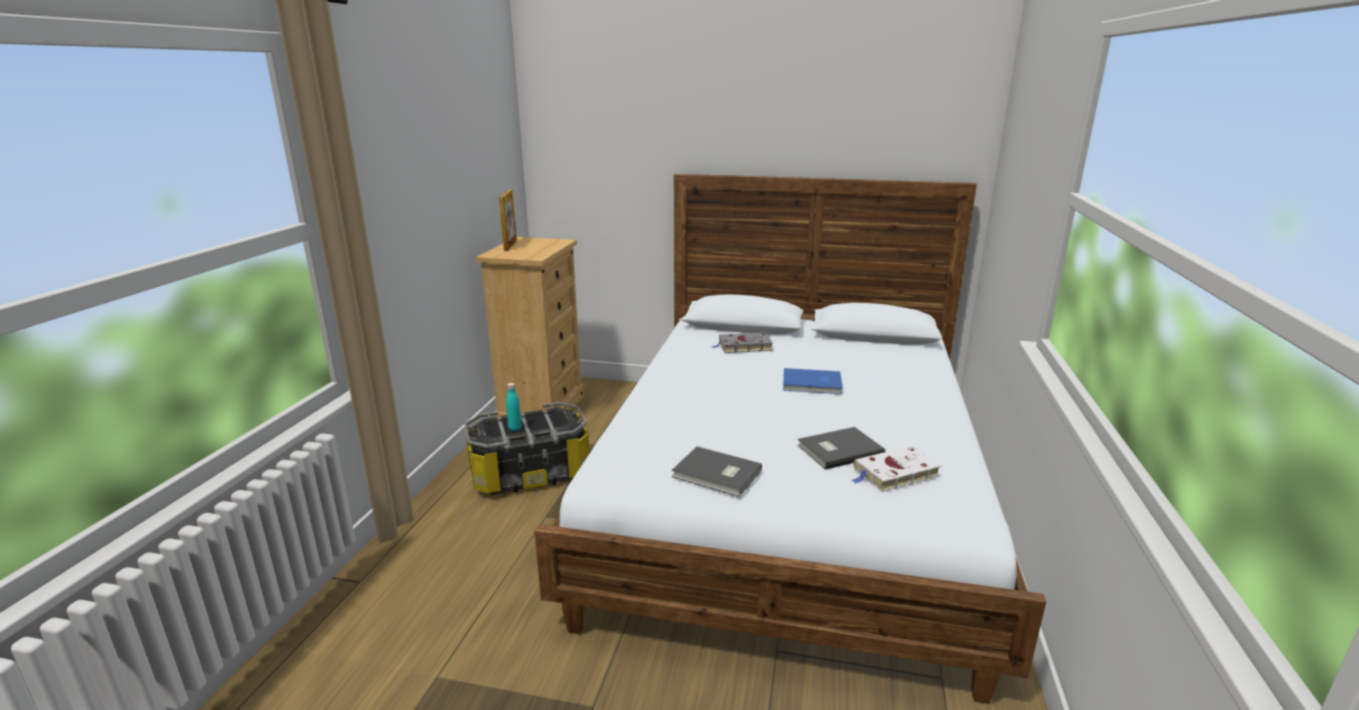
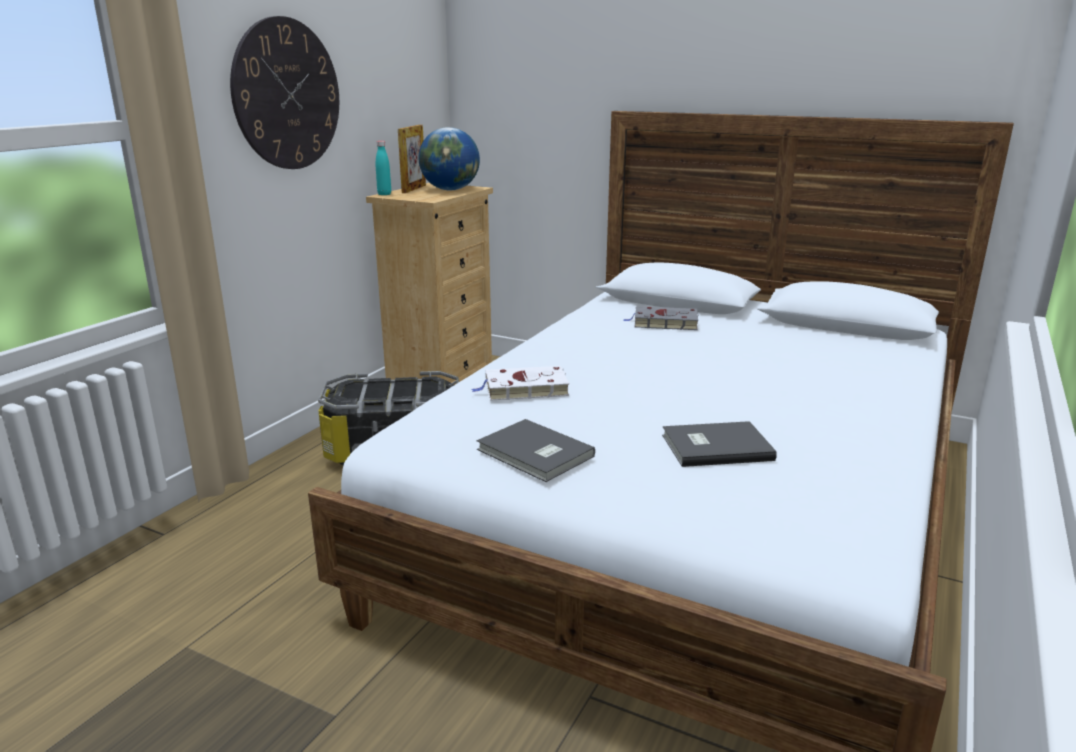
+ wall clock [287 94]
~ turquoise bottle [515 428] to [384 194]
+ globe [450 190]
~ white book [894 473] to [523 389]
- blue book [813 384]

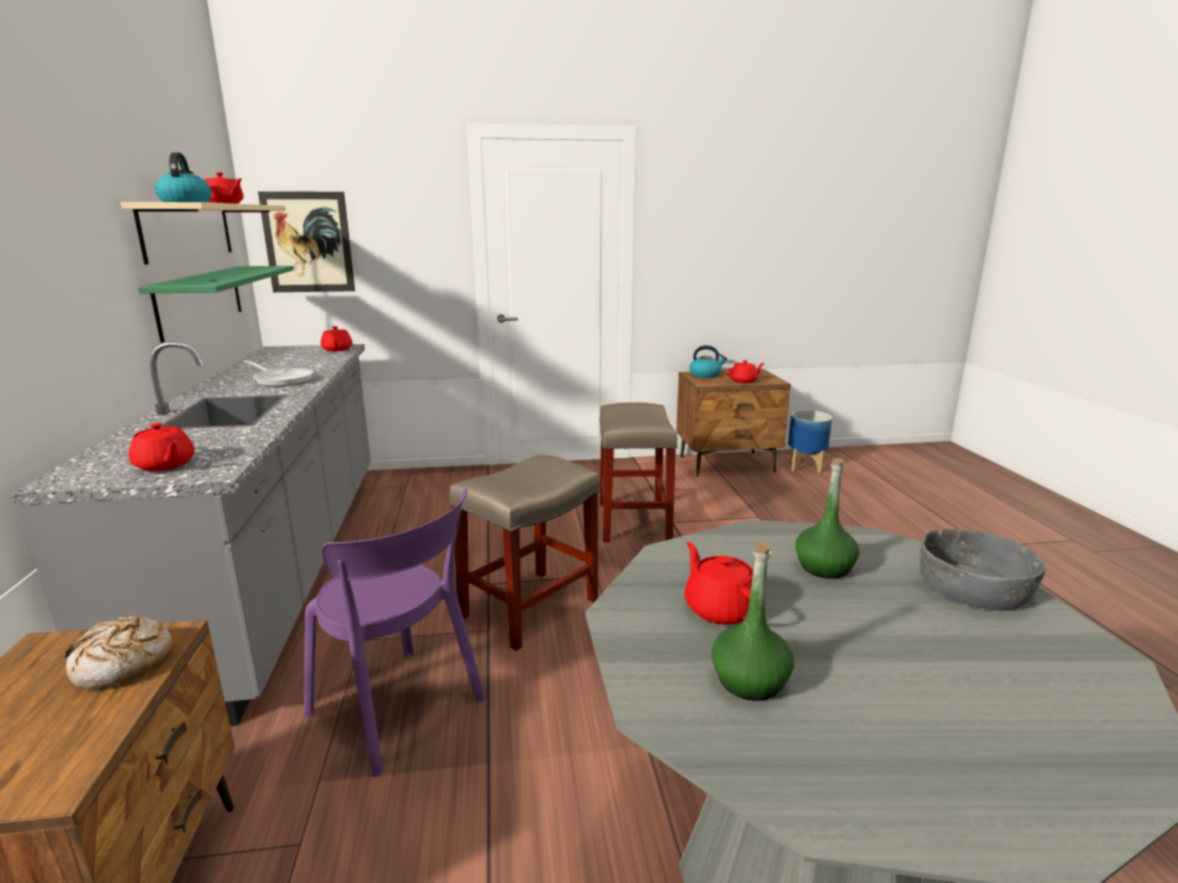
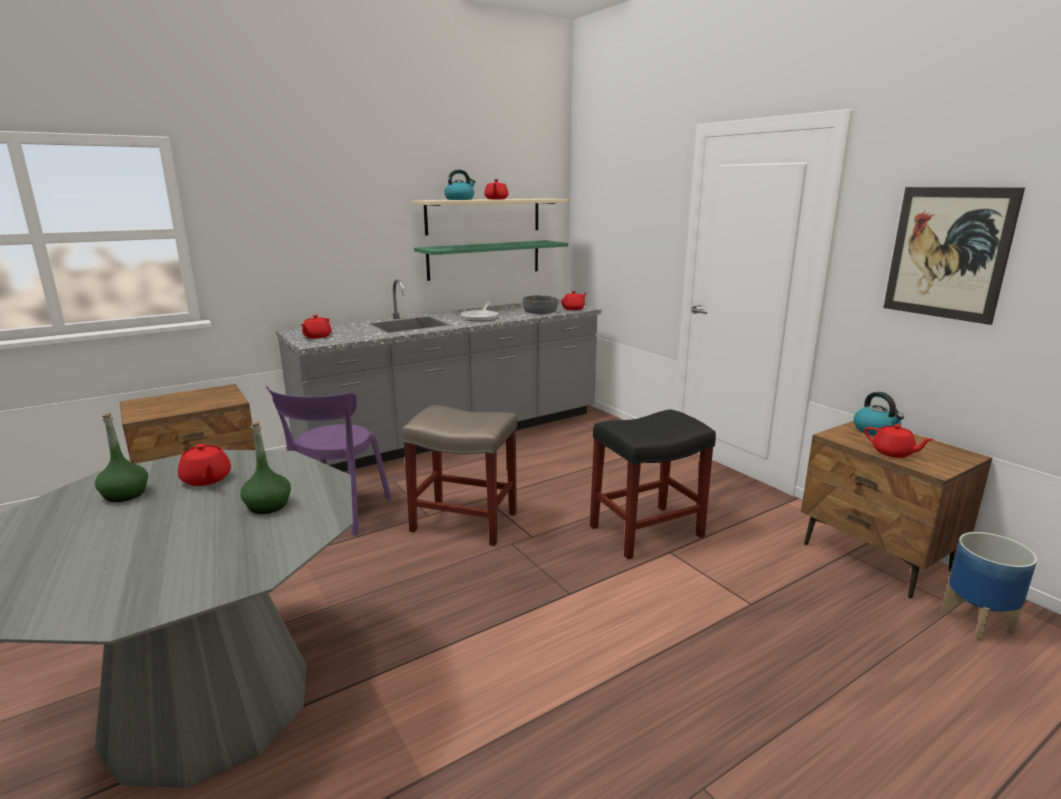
~ red teapot [720 609] = [206 479] 105 degrees clockwise
~ grey bowl [975 587] to [539 311]
~ beige stool [633 521] to black stool [647 530]
~ picture [308 242] to [947 253]
- bread [122 663]

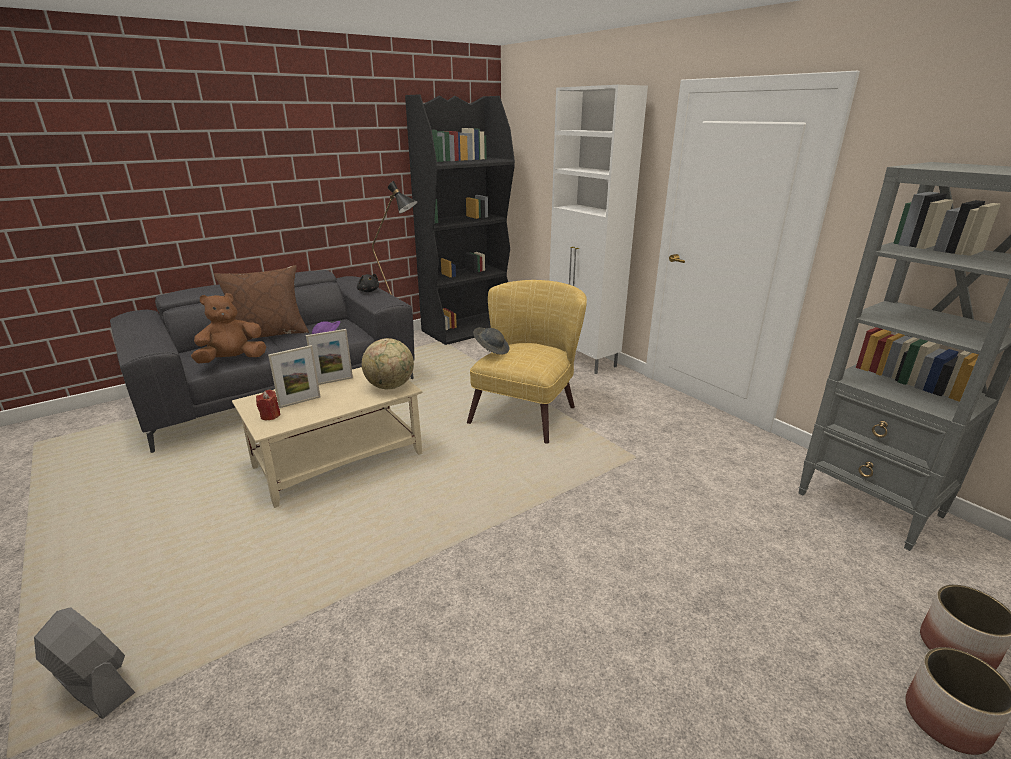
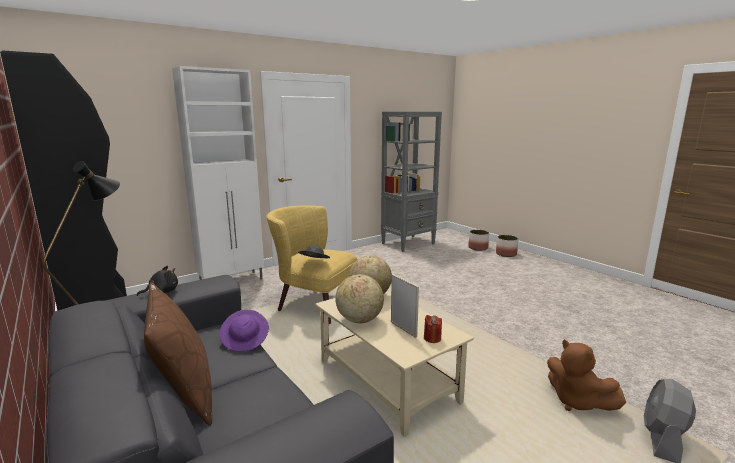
~ picture frame [333 381] to globe [359 320]
~ brown plush toy [232 360] to [576 401]

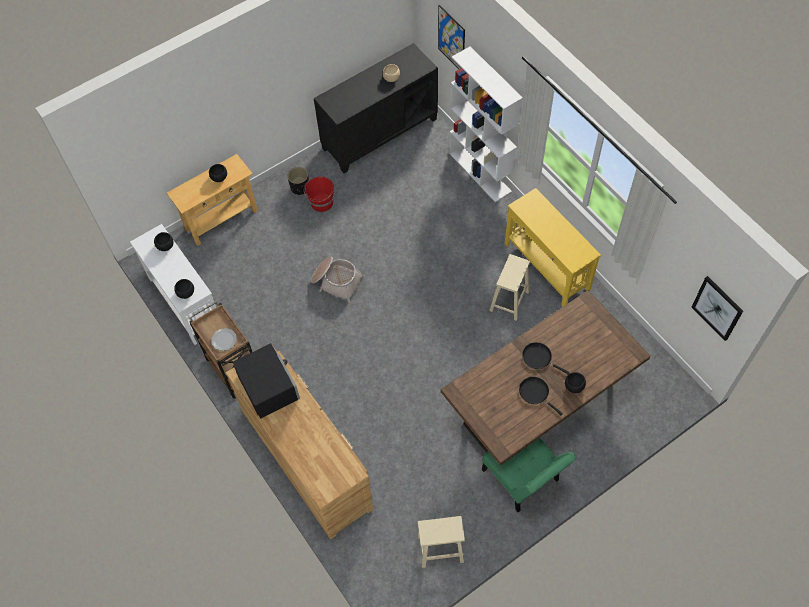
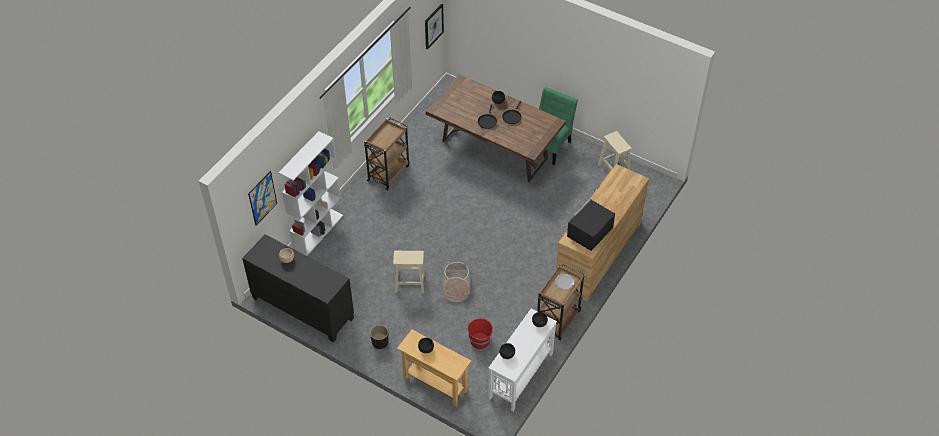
~ yellow console table [546 267] to brown cart [388 172]
~ beige stool [509 301] to [410 283]
~ red bucket [321 203] to [480 340]

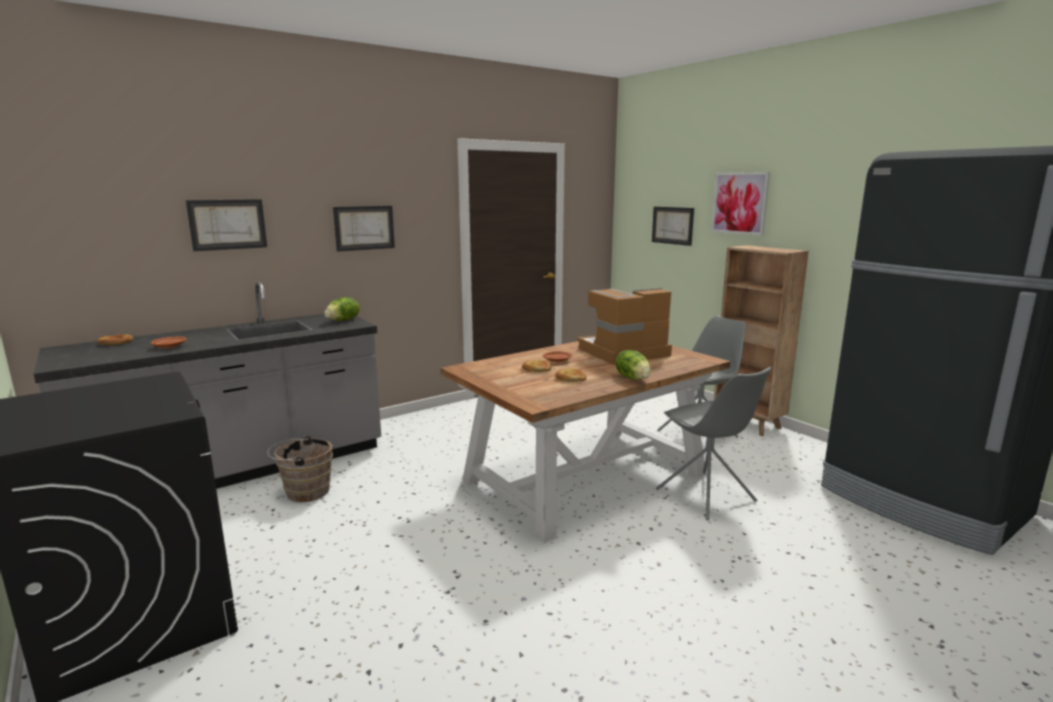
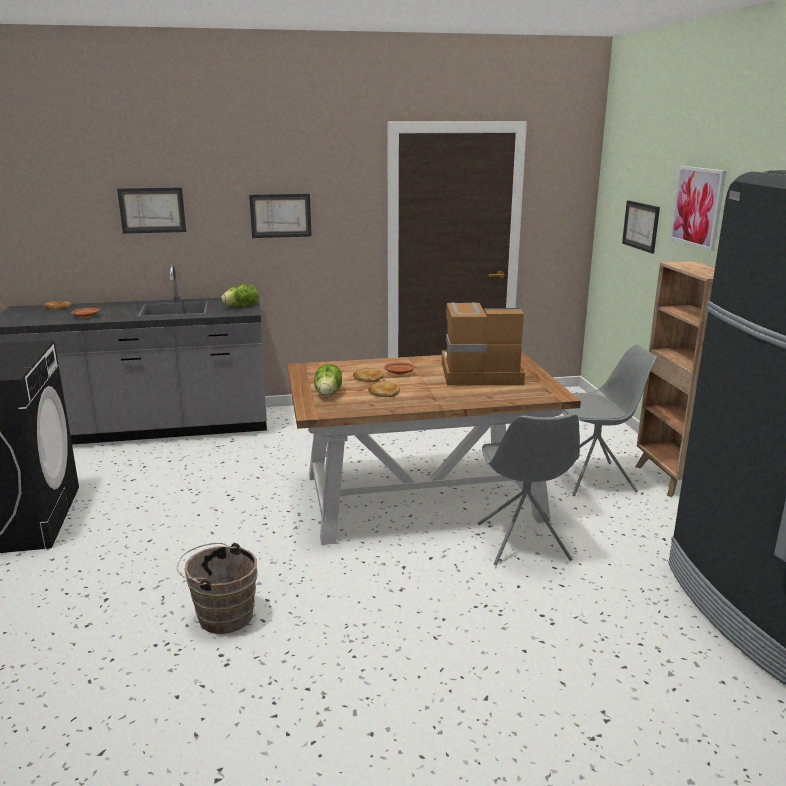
~ brown bucket [304 492] to [221 615]
~ lettuce [633 378] to [329 393]

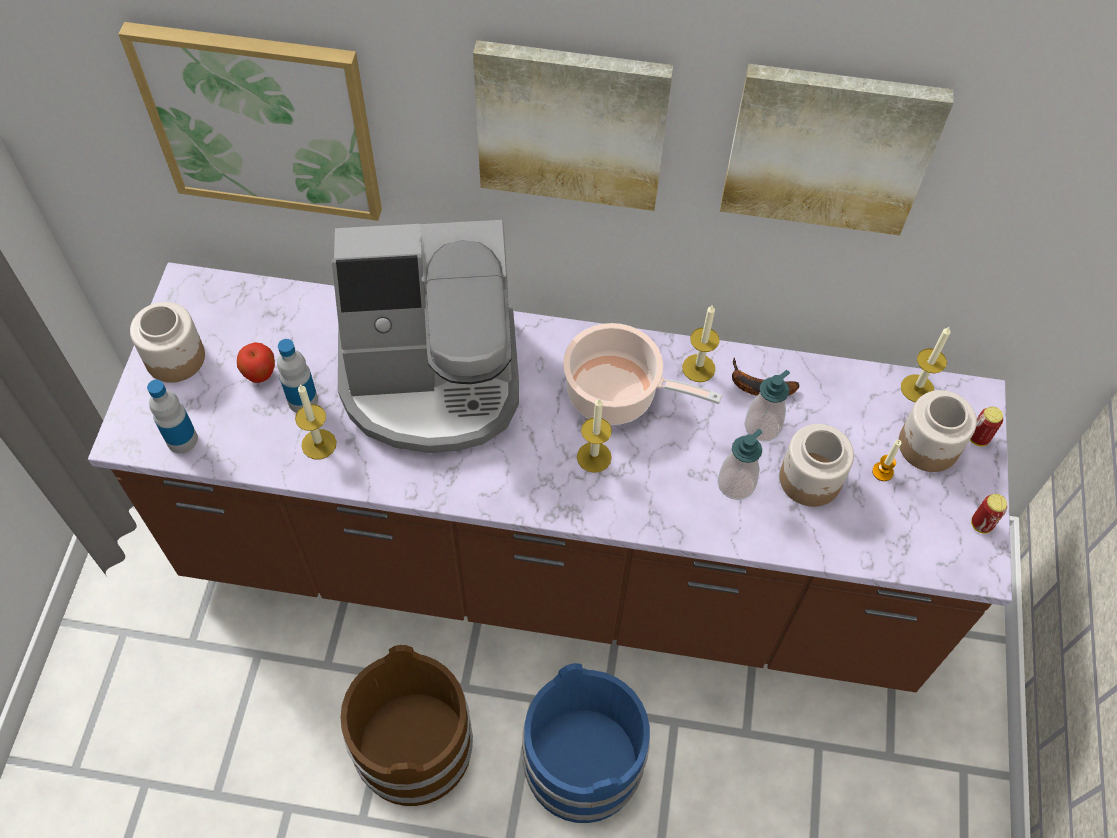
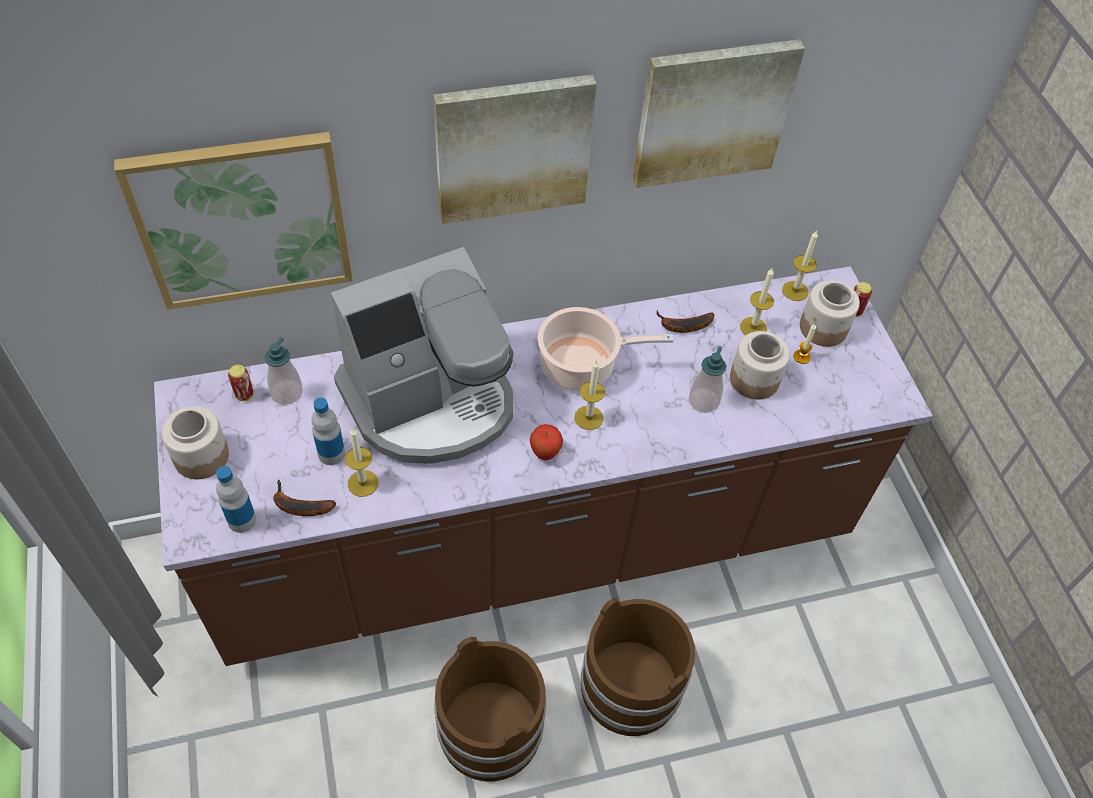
~ can [981 524] to [244 395]
~ soap dispenser [762 426] to [287 393]
+ banana [298 506]
~ apple [260 375] to [545 453]
~ blue bucket [583 764] to brown bucket [631 687]
~ candle [698 368] to [753 327]

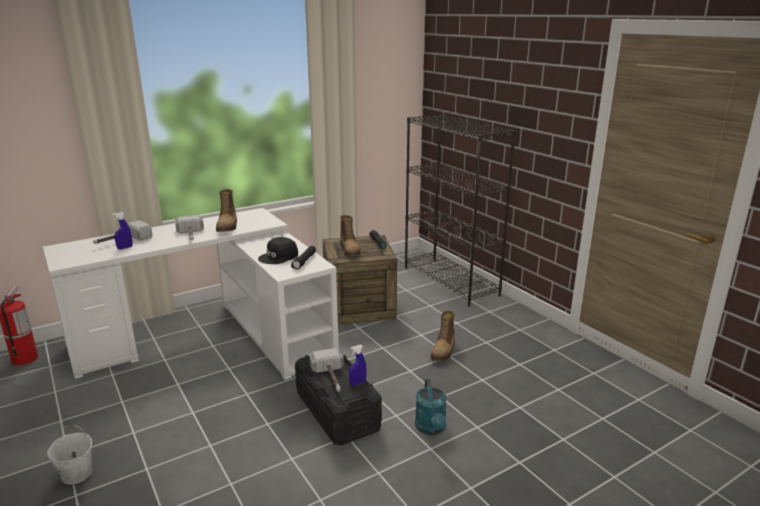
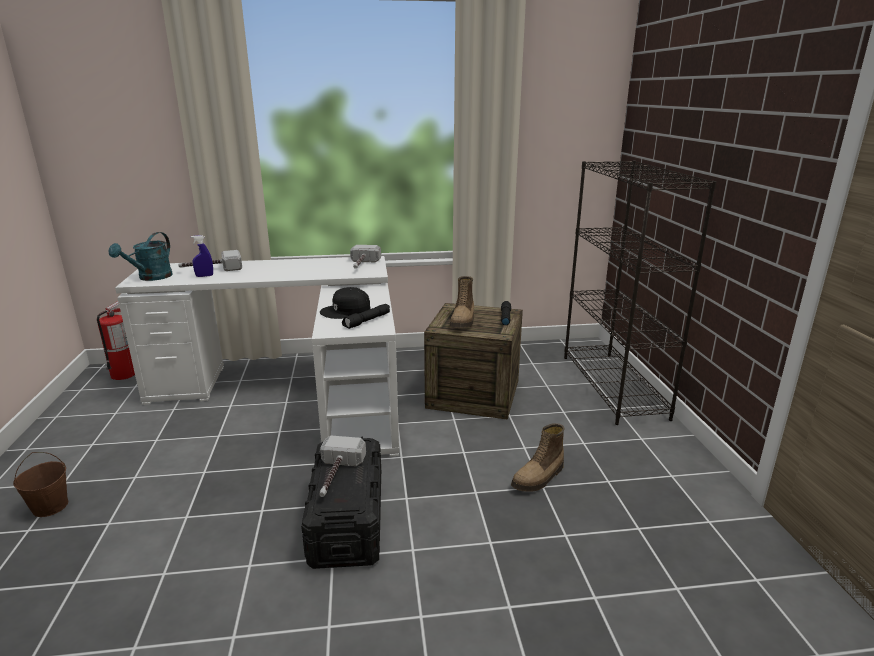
~ white bucket [76 474] to brown bucket [50 506]
~ turquoise watering can [431 429] to [151 278]
~ hammer [191 236] to [362 265]
- boot [228 227]
- blue spray bottle [357 383]

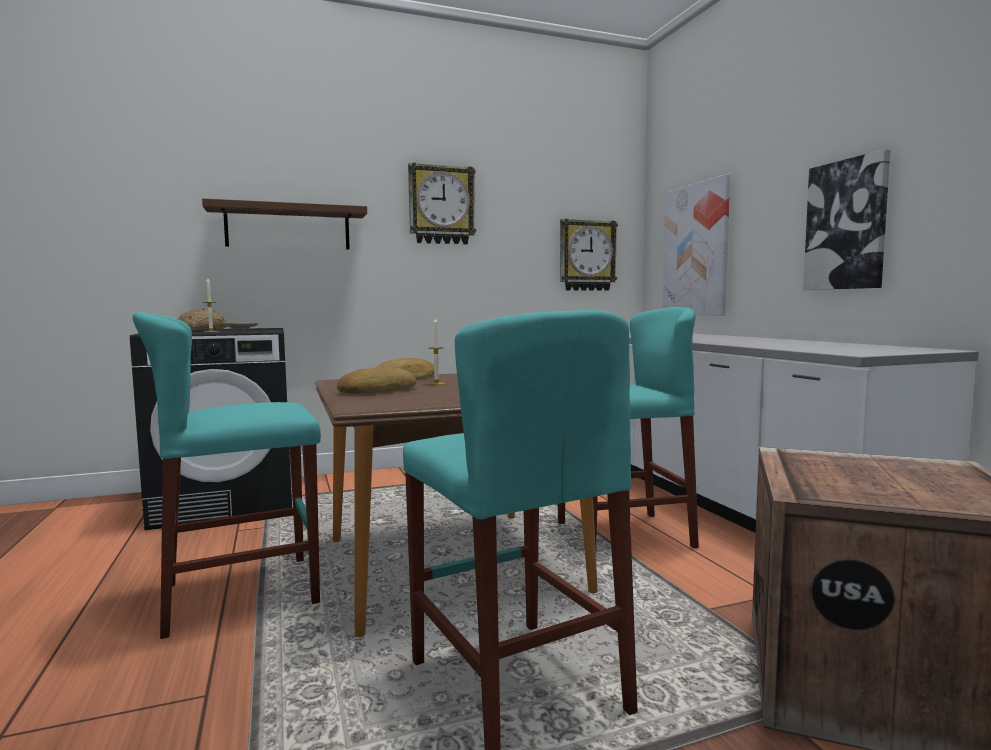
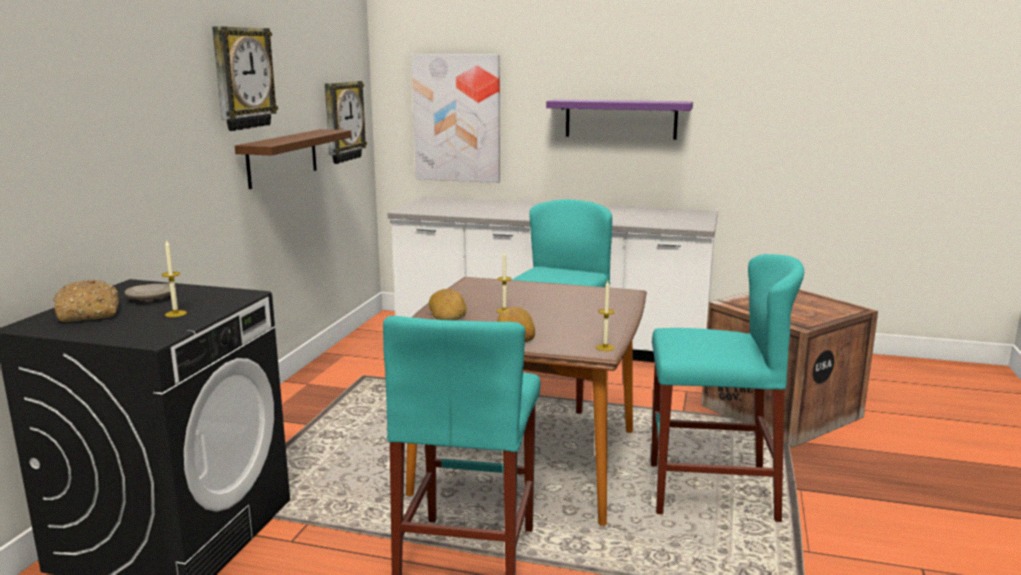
~ brown shelf [288 228] to [282 157]
~ picture [846 225] to purple shelf [621 119]
+ candle [605 347]

